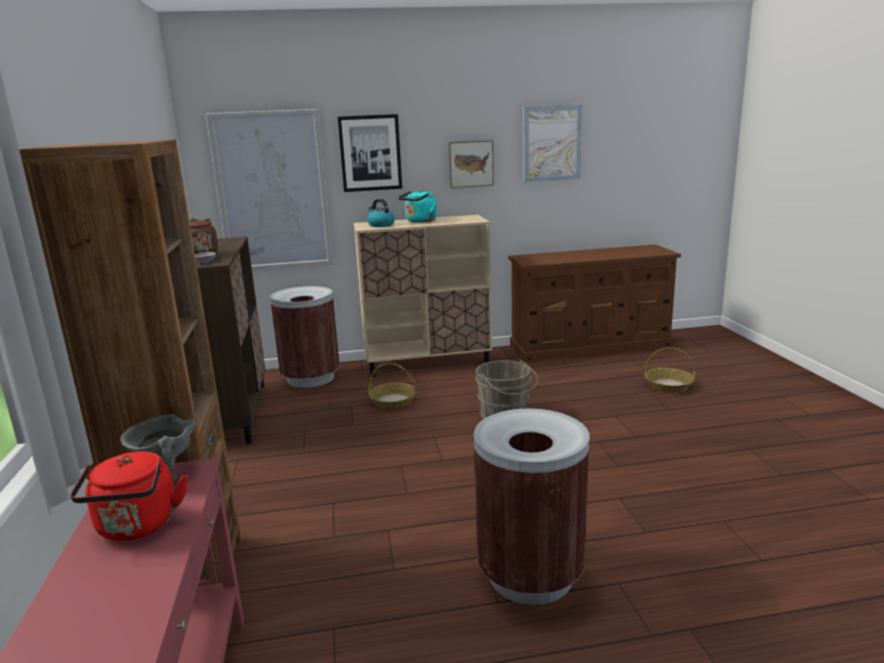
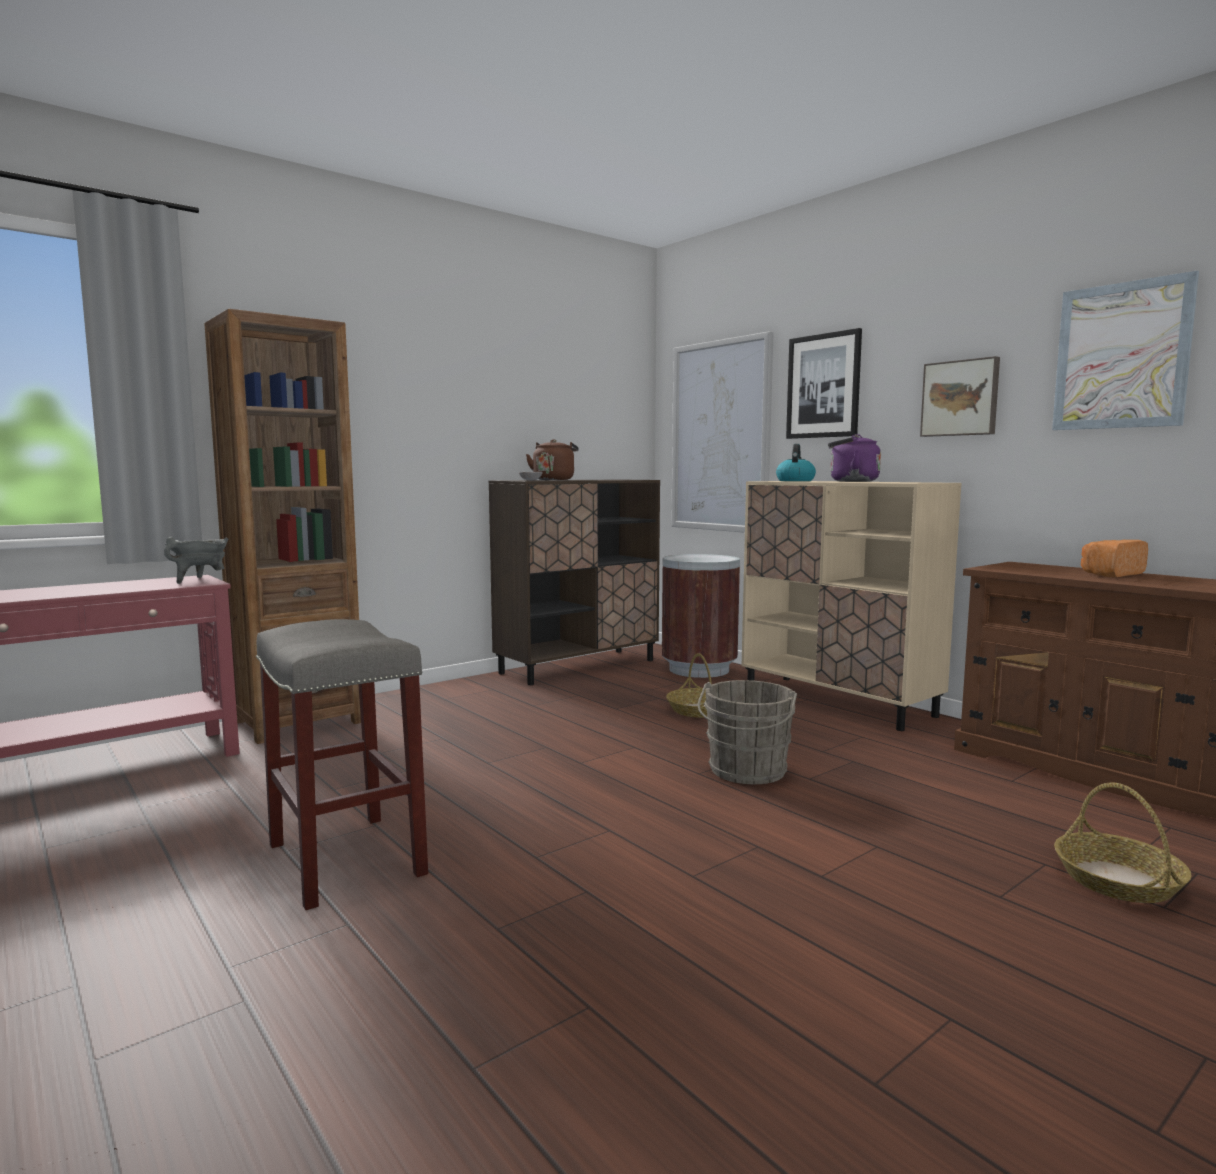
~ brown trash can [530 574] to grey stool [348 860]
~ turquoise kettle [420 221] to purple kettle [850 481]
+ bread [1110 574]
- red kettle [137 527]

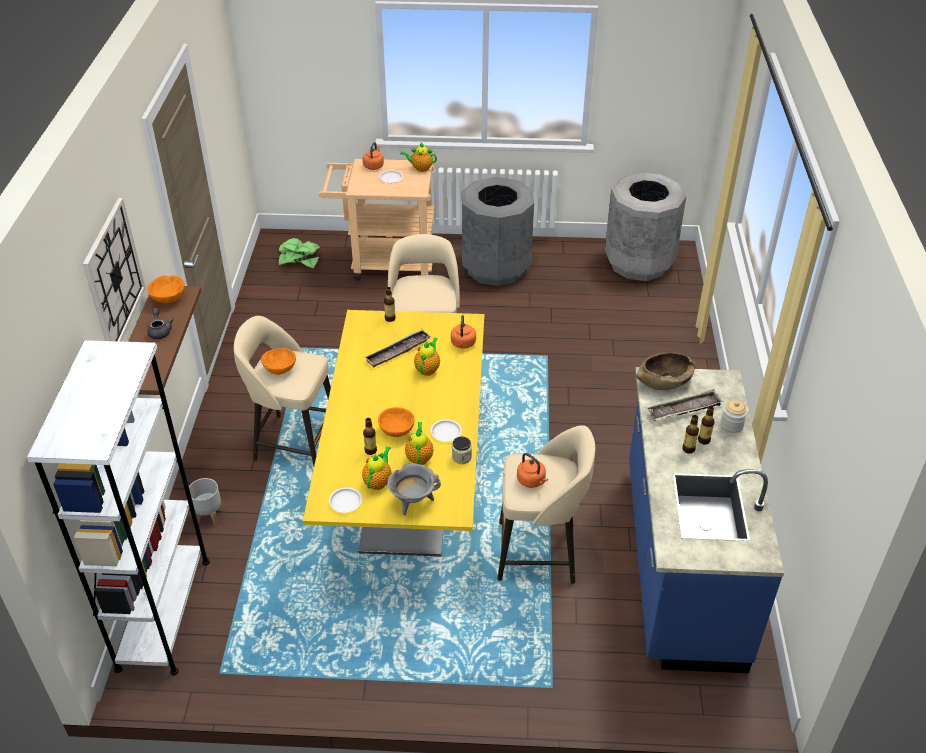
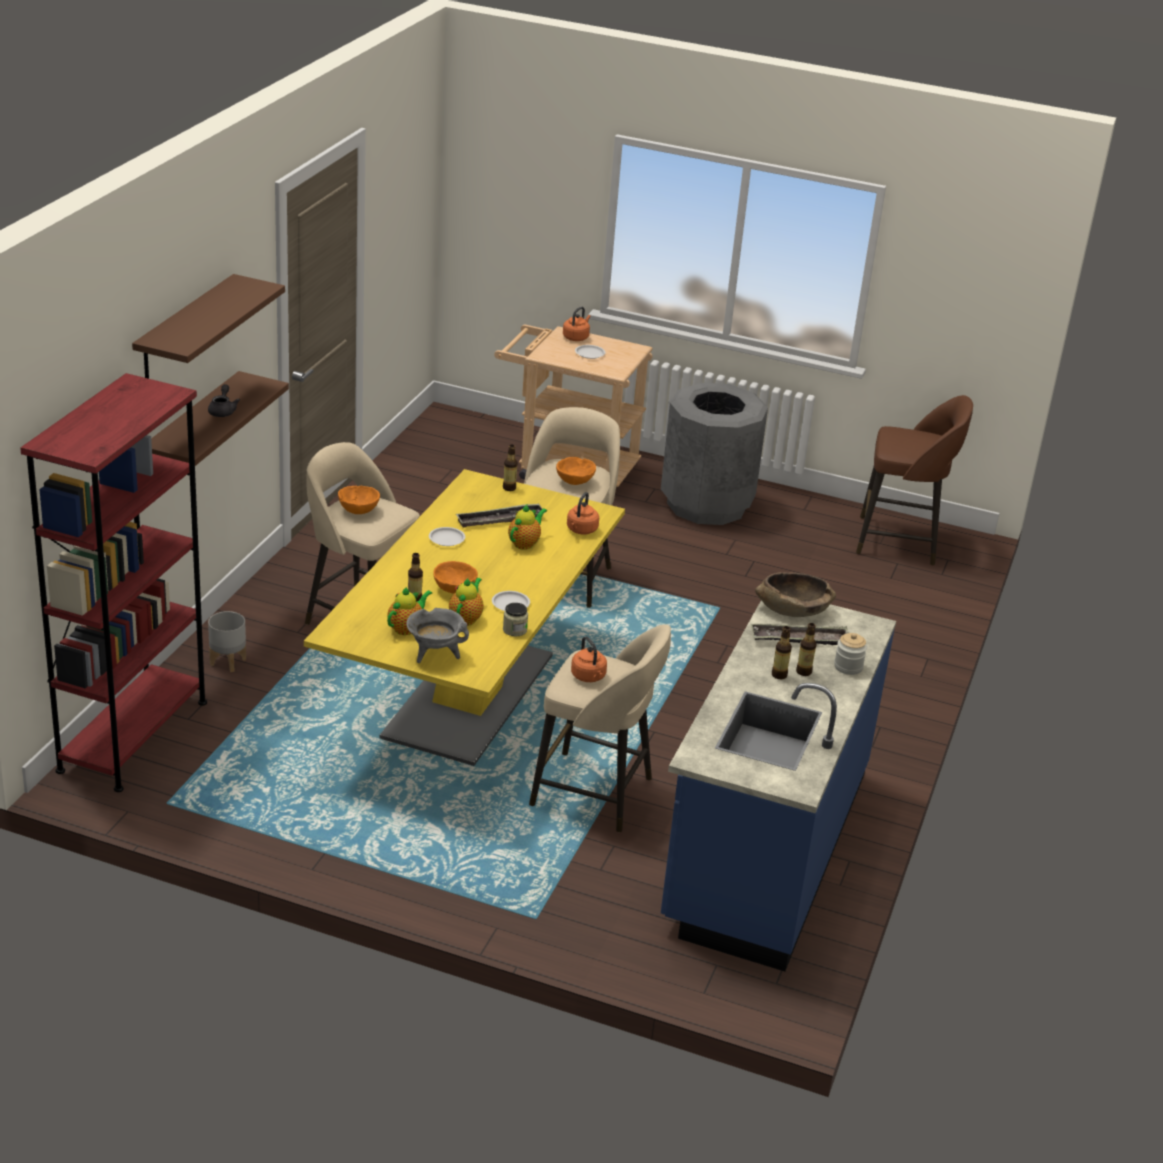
~ white bookcase [164 613] to red bookcase [133 736]
~ wall clock [113 276] to brown shelf [185 330]
~ white plate [345 502] to [447 539]
~ orange bowl [168 298] to [575 481]
~ grey trash can [639 263] to brown stool [900 541]
- potted plant [299 258]
- teapot [420 168]

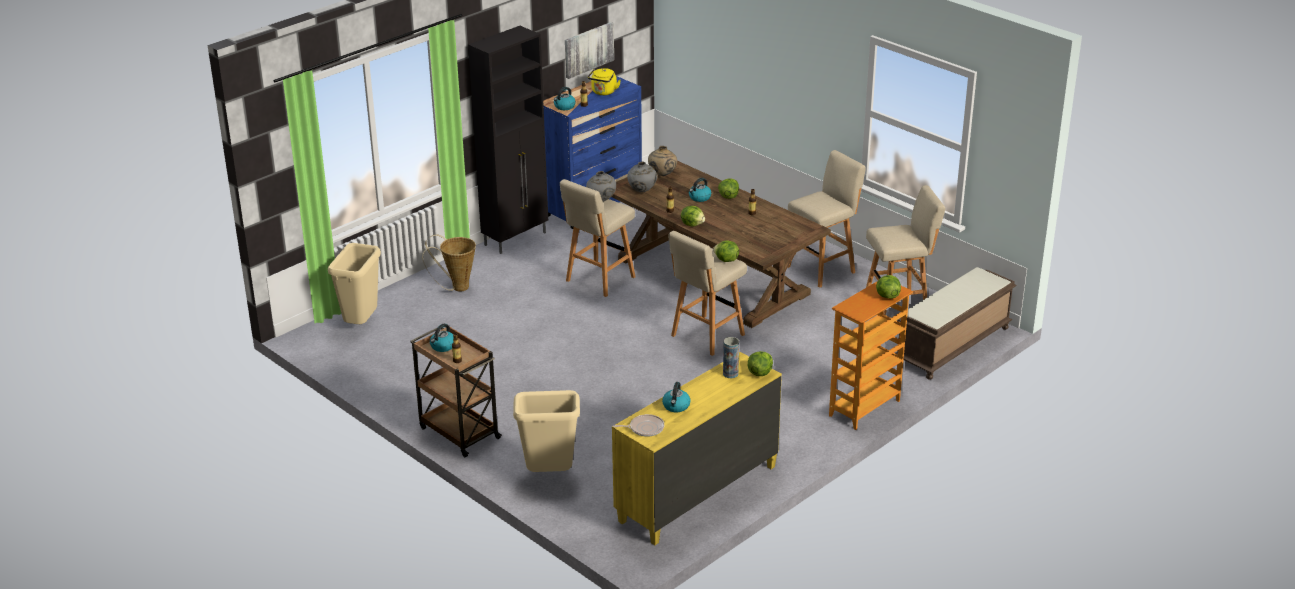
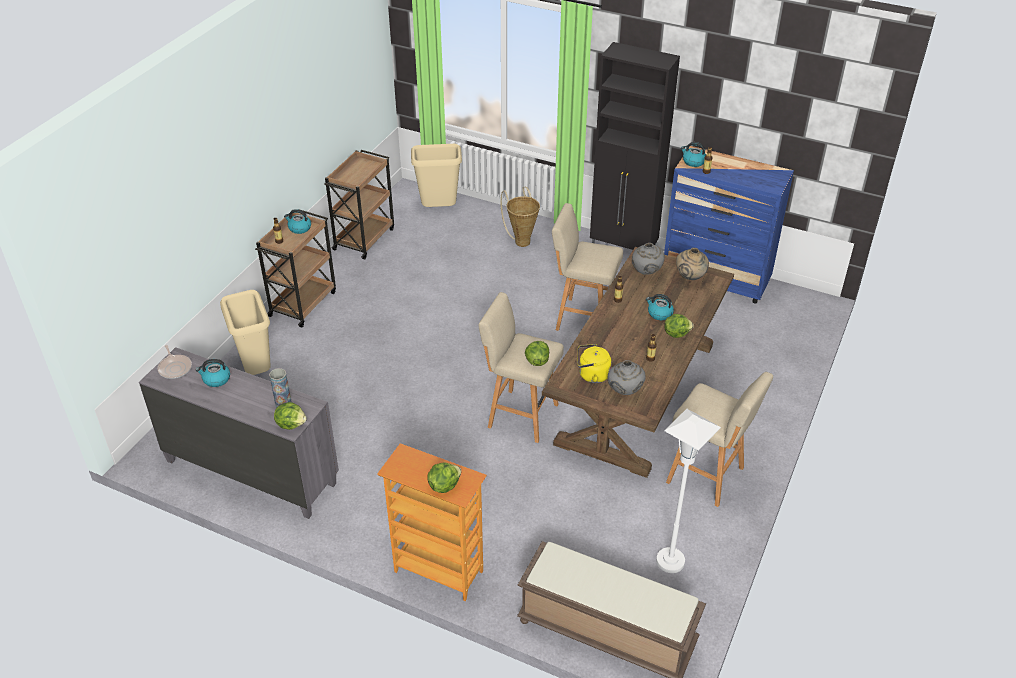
~ yellow dresser [696 493] to grey dresser [251 471]
+ brown cart [364 238]
~ yellow kettle [603 92] to [592 375]
~ grey vase [601 201] to [624 392]
~ beige stool [898 304] to white floor lamp [670 561]
- picture [588 49]
- lettuce [692 224]

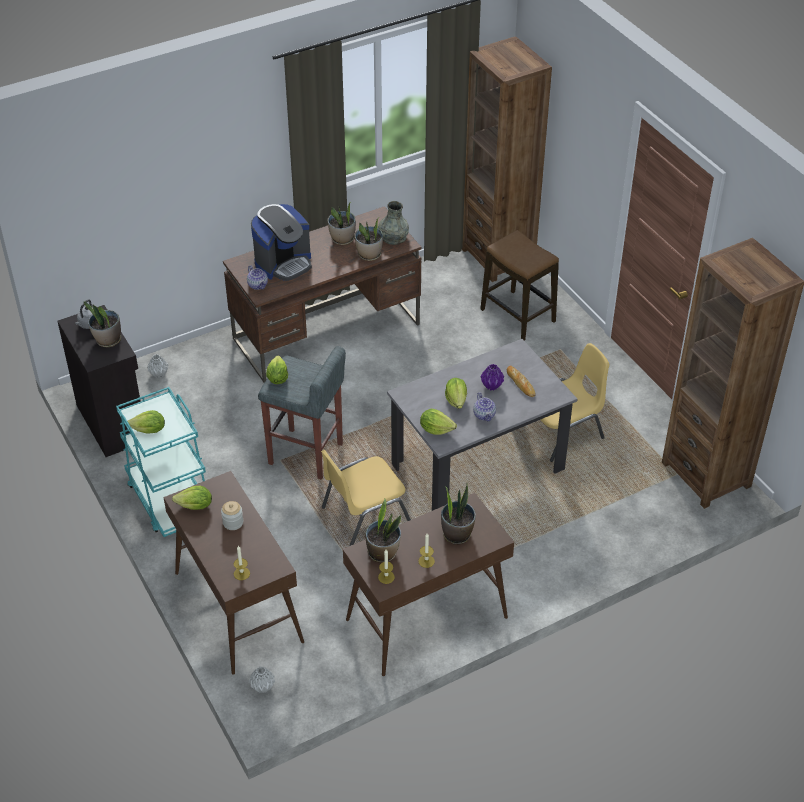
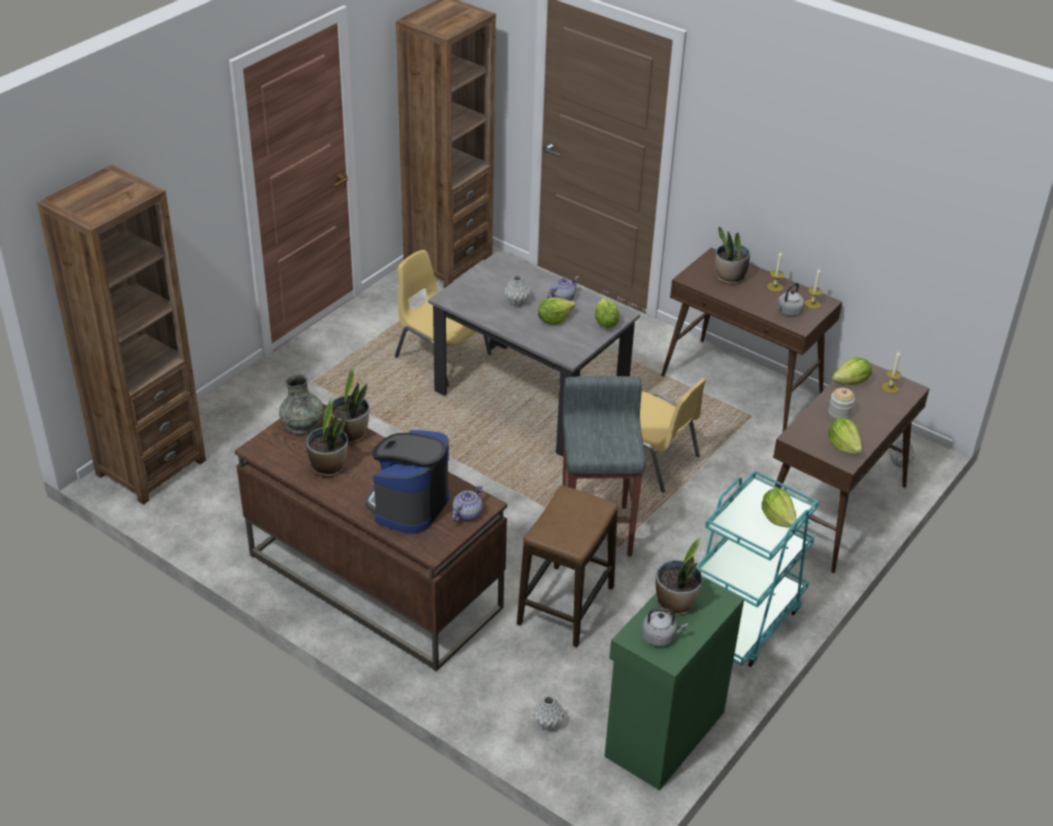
~ coffee machine [284 263] = [408 505] 90 degrees counterclockwise
~ purple vase [491 386] to grey vase [517 303]
~ stool [518 316] to [565 605]
~ black cabinet [113 422] to green cabinet [662 733]
~ potted plant [383 553] to grey kettle [788 312]
~ lettuce [277 378] to [851 382]
- bread [520 383]

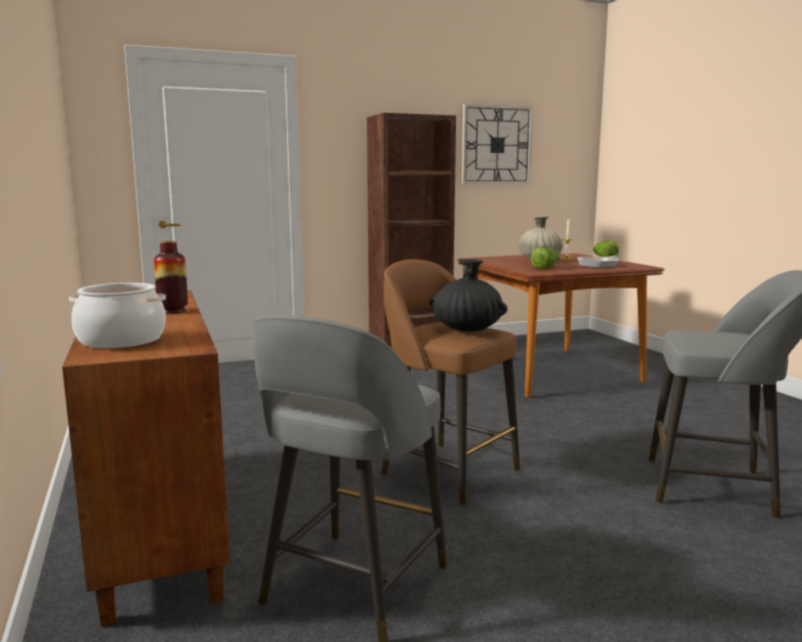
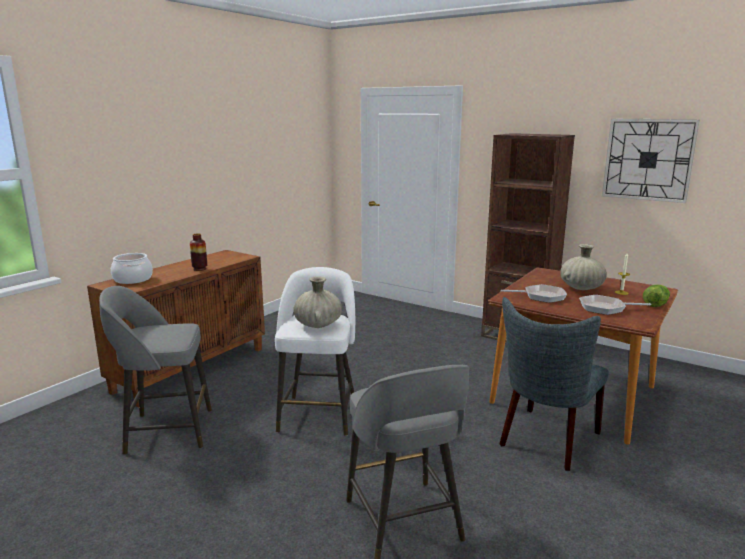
~ brown stool [447 470] to white stool [319 413]
~ black vase [467 329] to beige vase [318 324]
+ grey chair [546 441]
~ lettuce [545 268] to frying pan [541 296]

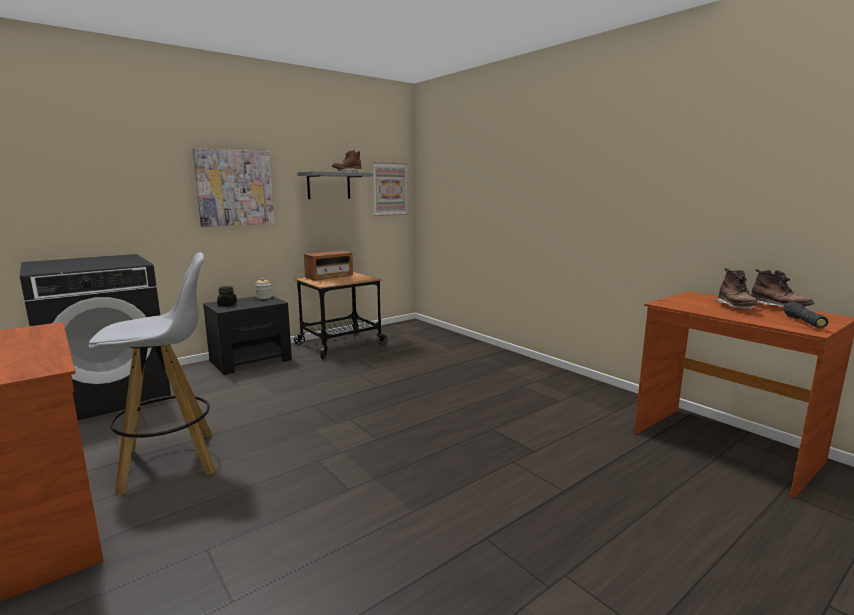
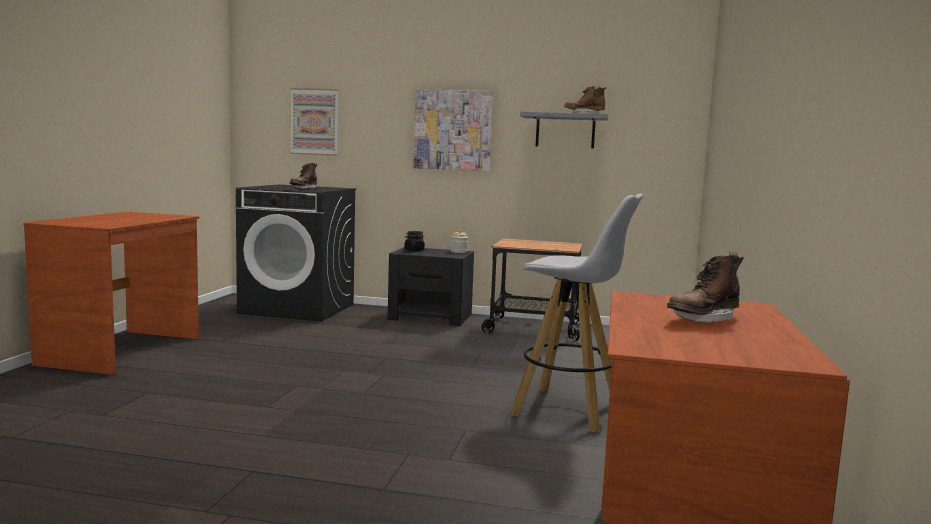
~ picture [389 189] to [314 122]
~ brown boot [778 308] to [303 189]
~ white stool [171 461] to [569 410]
- radio [329 277]
- black flashlight [804 322]

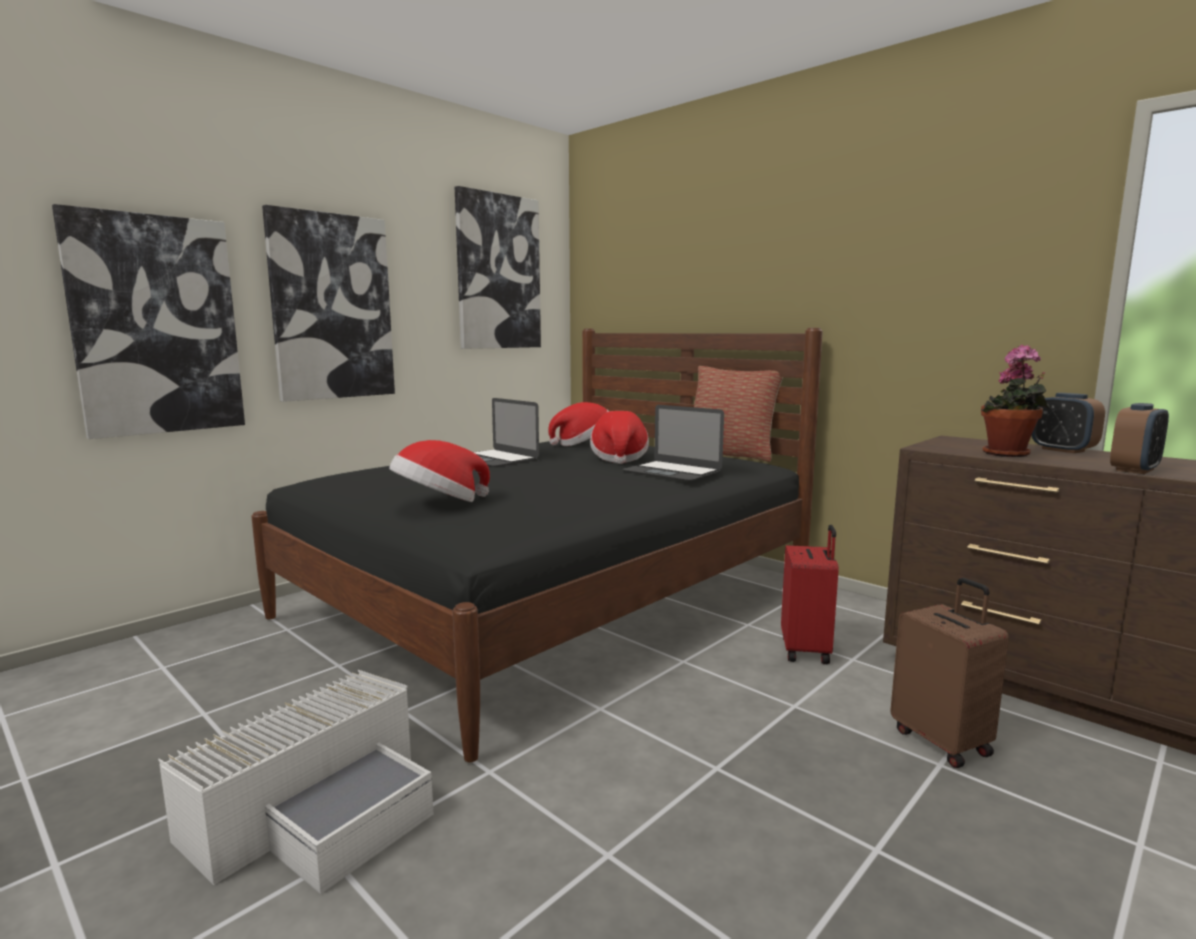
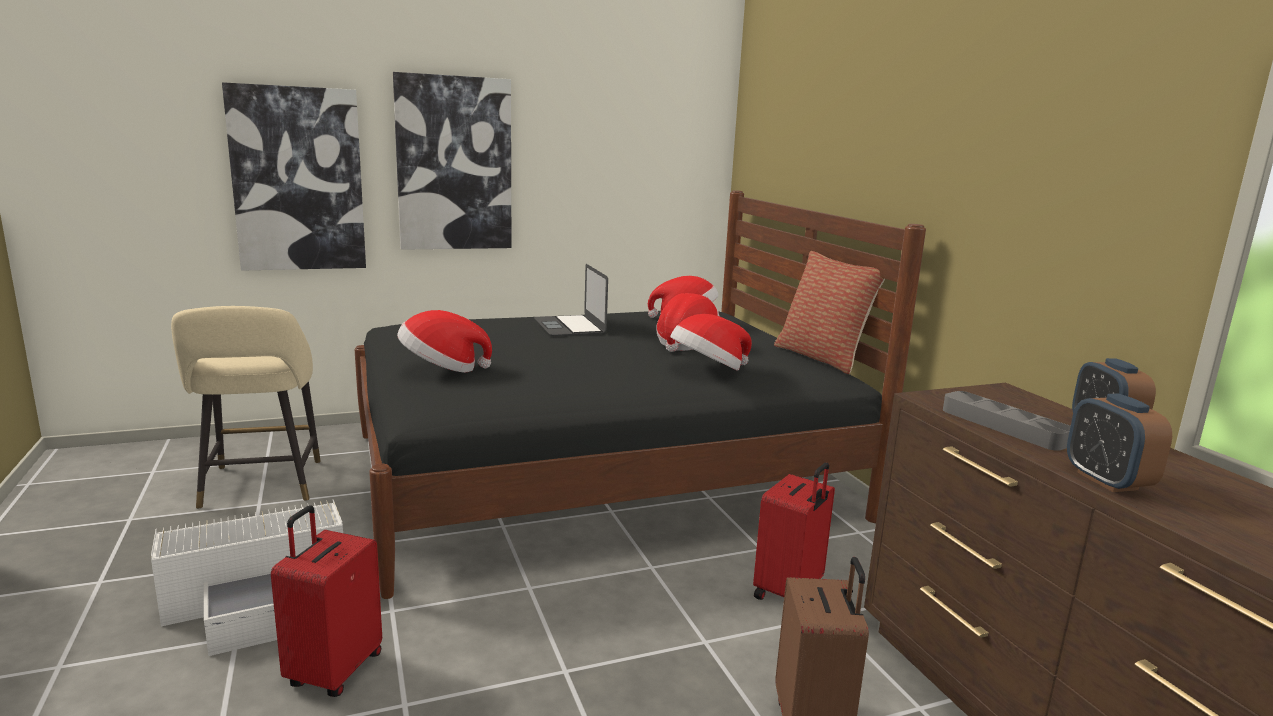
+ beige stool [261 487]
+ red suitcase [333 670]
~ laptop [672 471] to hat [707 369]
~ potted plant [1008 454] to grey tray [1003 426]
~ alarm clock [1134 470] = [1107 481] 90 degrees clockwise
- picture [498 272]

